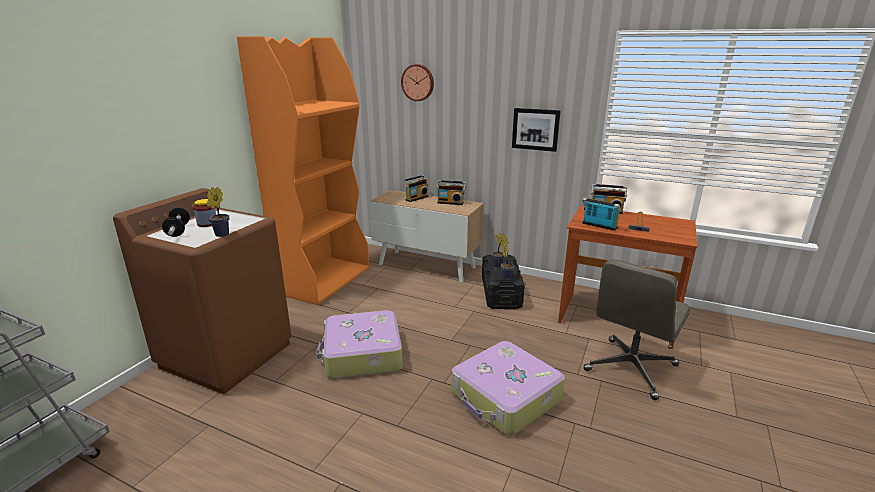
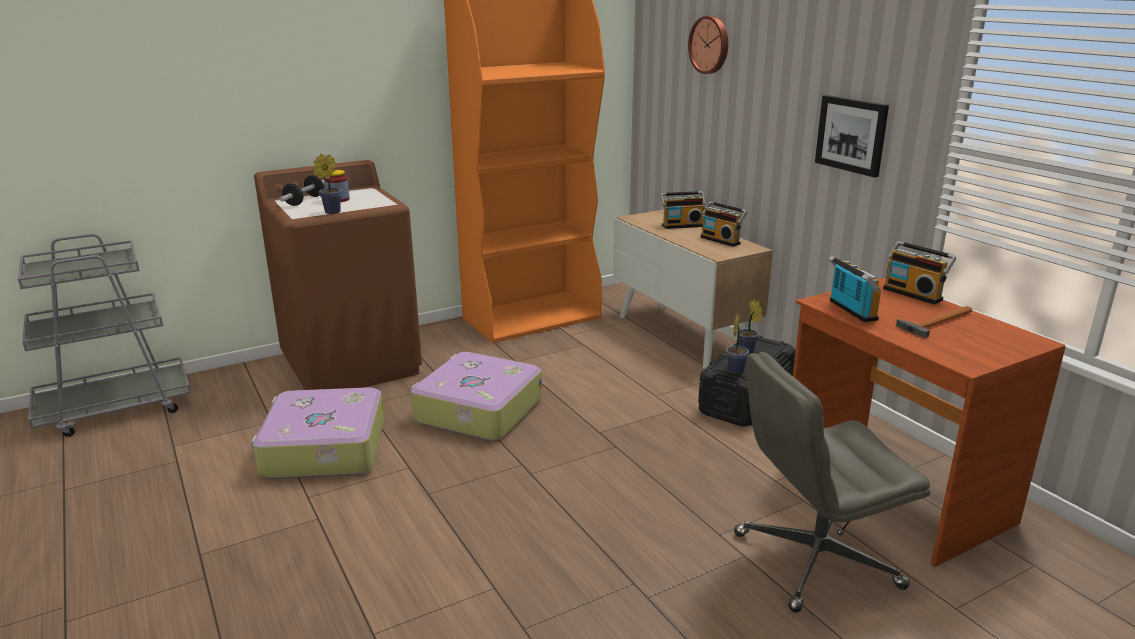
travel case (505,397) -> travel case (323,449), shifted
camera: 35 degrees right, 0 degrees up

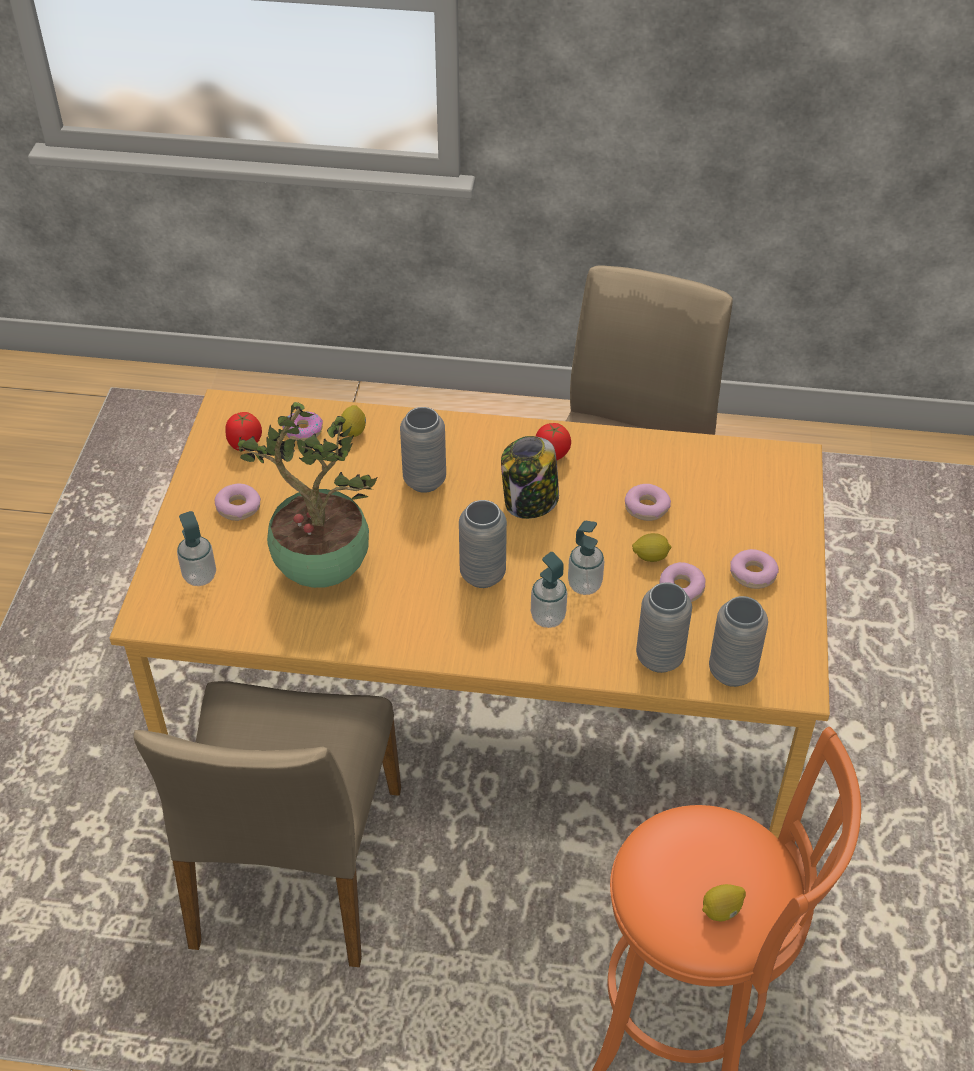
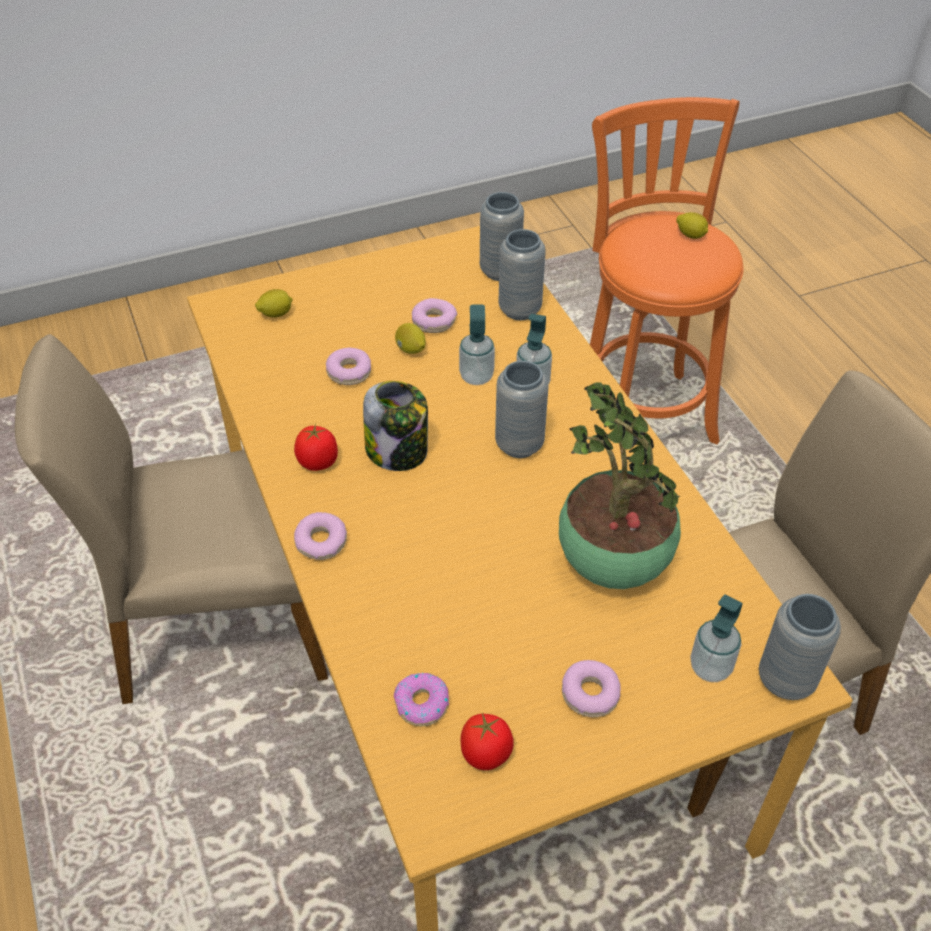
whole lemon (354,431) -> whole lemon (275,314), shifted
donut (753,574) -> donut (321,542), shifted
flower vase/grey (424,481) -> flower vase/grey (786,680), shifted
camera: 120 degrees left, 0 degrees up

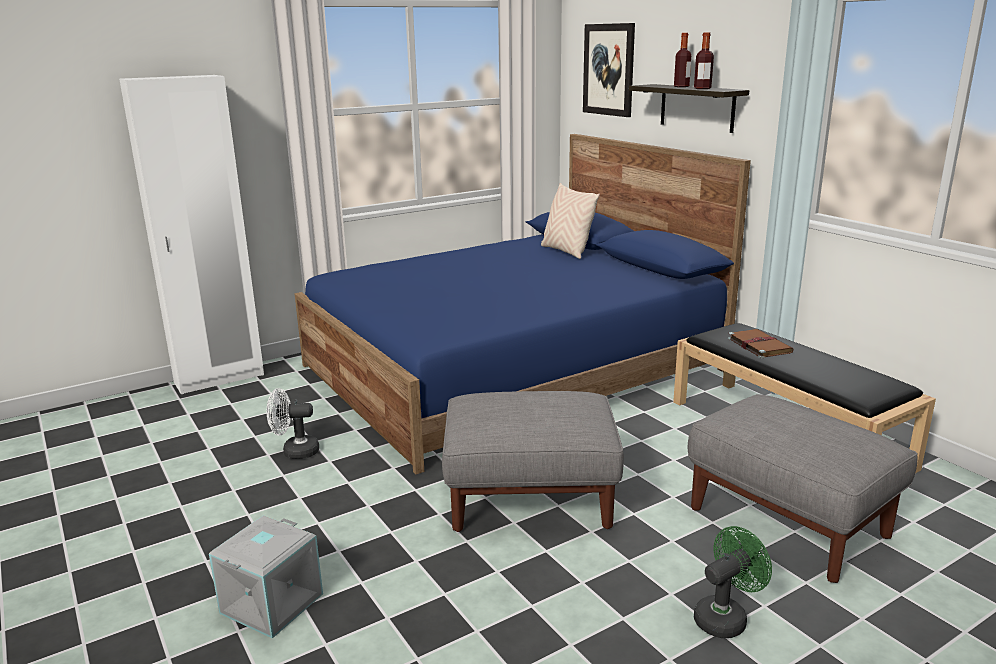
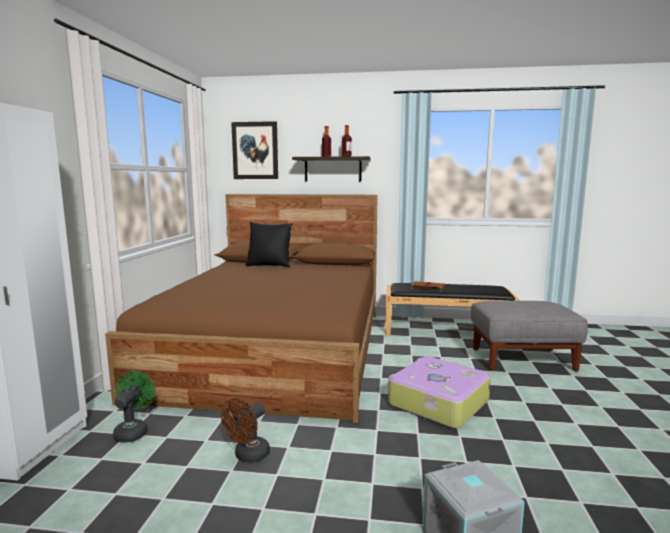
bed/blue (514,368) -> bed/brown (277,349)
electric fan/greenish (725,617) -> electric fan/greenish (133,431), shifted
electric fan/white (295,451) -> electric fan/brown (248,456)
pillow/sand-coloured (567,251) -> pillow/black-coloured (269,265)
pouffe/grey (529,501) -> travel case (437,402)
camera: 50 degrees left, 10 degrees down

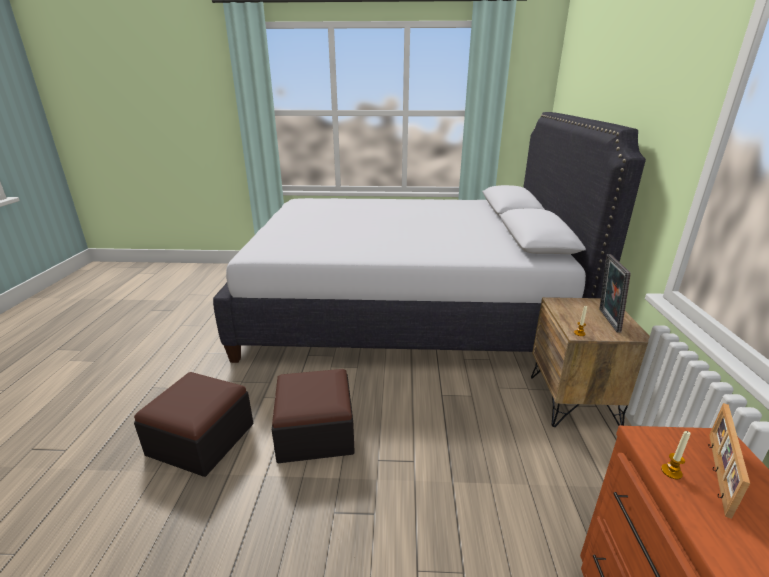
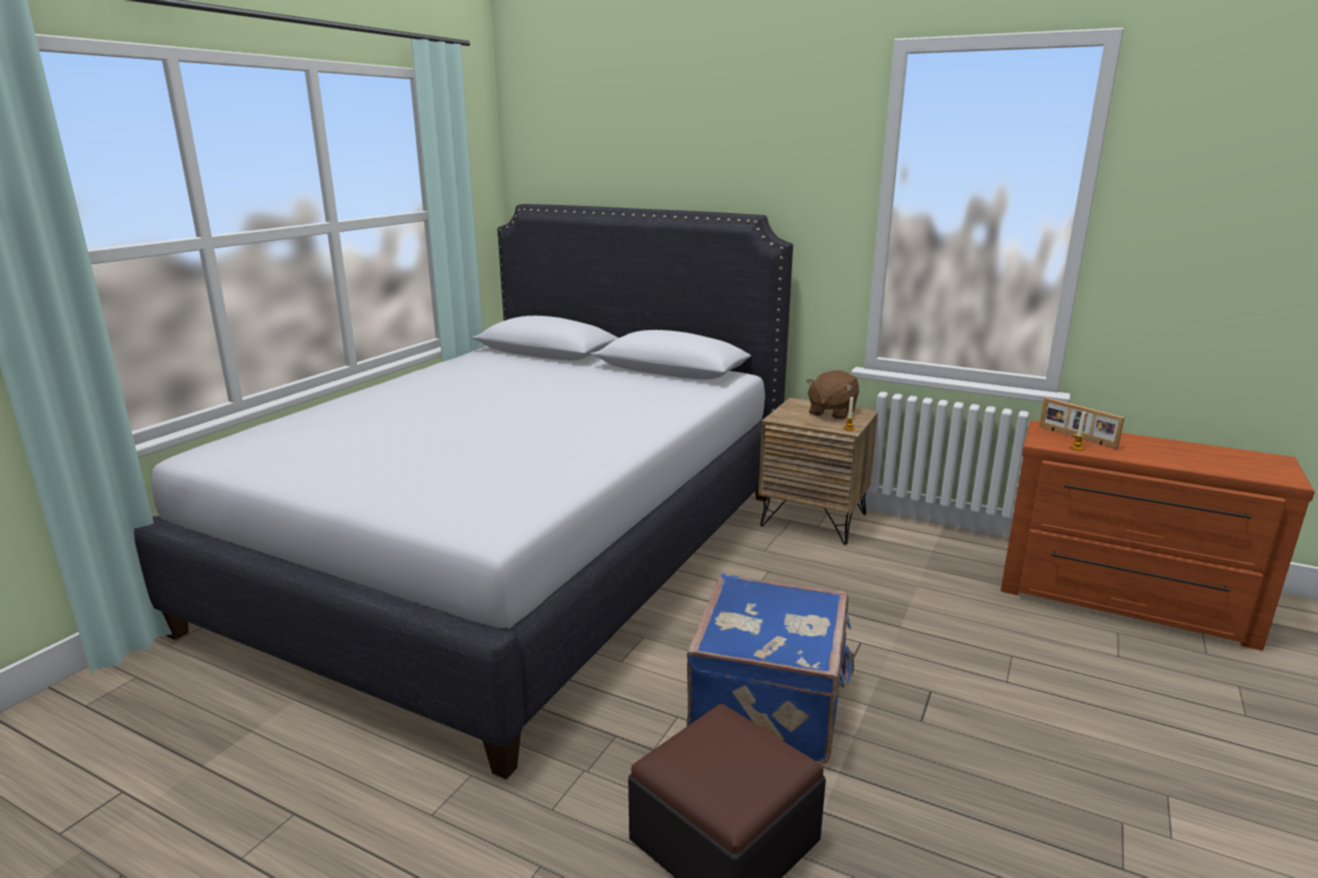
pouffe (315,432) -> travel case/blue (771,707)
photo frame (606,320) -> plush toy/brown (831,412)
camera: 65 degrees left, 5 degrees down

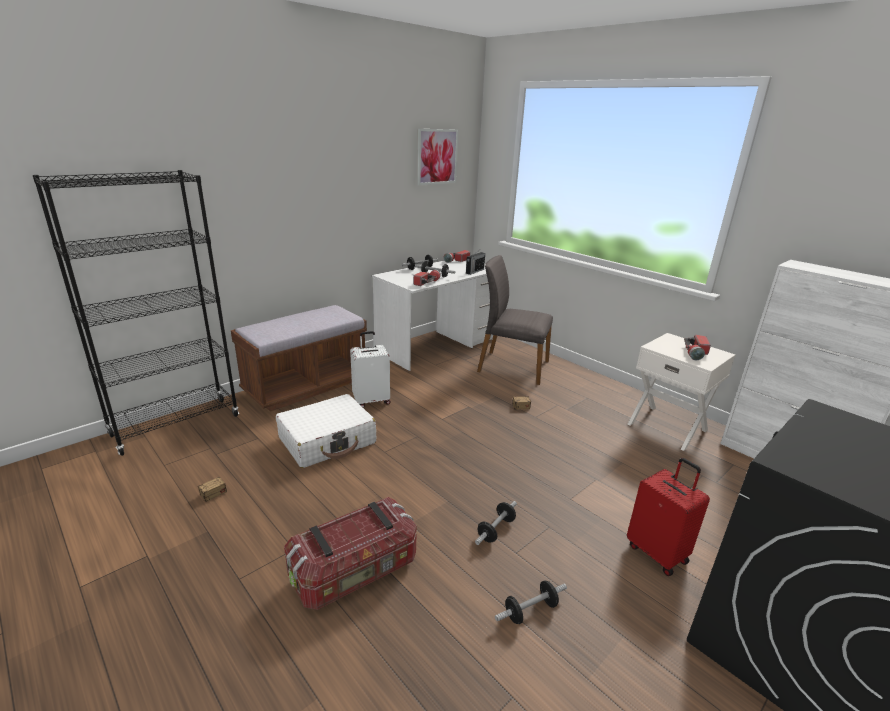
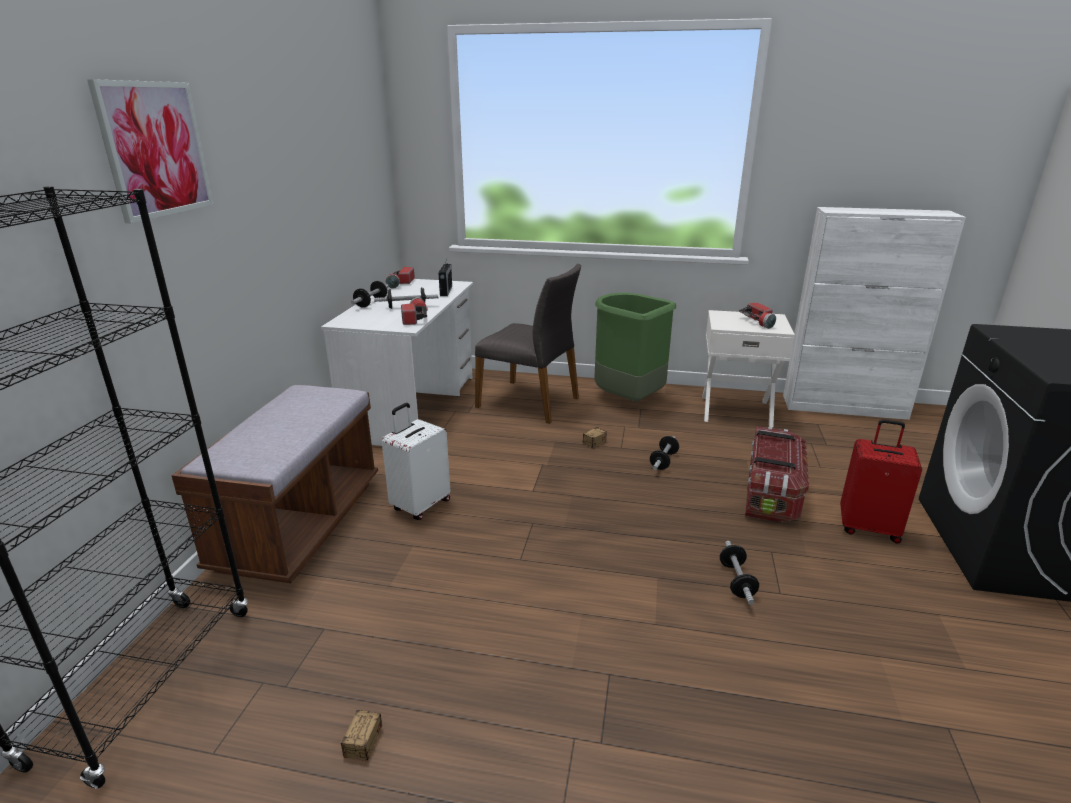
wall art (436,156) -> wall art (155,149), shifted
upright chair/grey (512,366) -> upright chair/grey (530,402), 135 degrees counterclockwise
none -> waste bin/greenish (627,400)
free weight (530,610) -> free weight (663,461), shifted
storage container (355,572) -> storage container (771,493), shifted
travel case/white (328,441) -> none
camera: 35 degrees left, 0 degrees up

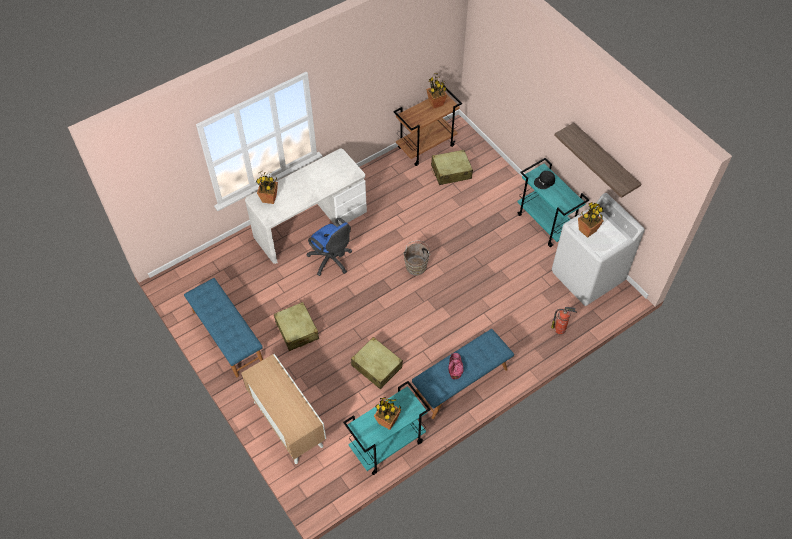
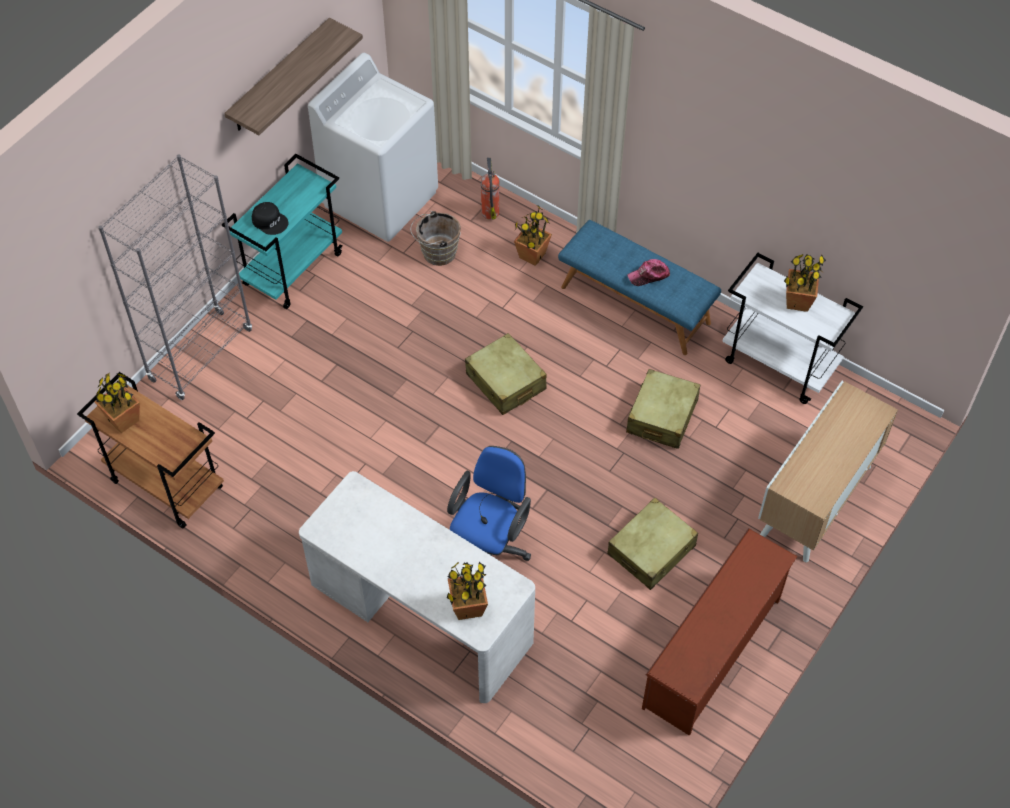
none -> shelving unit/grey (201,355)
water bucket/brown (416,265) -> water bucket/brown (436,253), shifted
travel case/sand-coloured (451,172) -> travel case/sand-coloured (505,382), shifted
plant in a pot (587,230) -> plant in a pot (532,256), shifted
long seat/blue (227,336) -> shoe rack/brown (713,654)
wheeled cart/turquoise (387,445) -> wheeled cart/white (780,364)
camera: 110 degrees left, 0 degrees up

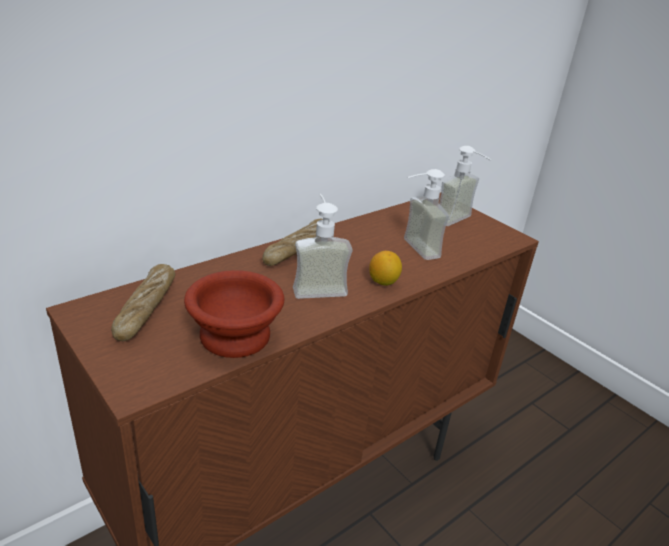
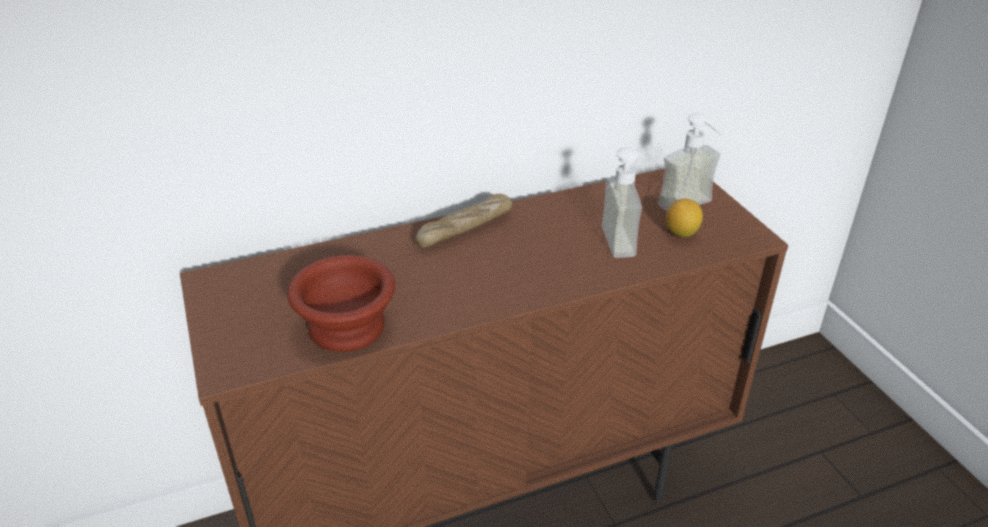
whole lemon (383,282) -> whole lemon (682,233), shifted
baked bread (146,308) -> none
liquid soap bottle (317,286) -> none
camera: 20 degrees right, 5 degrees up

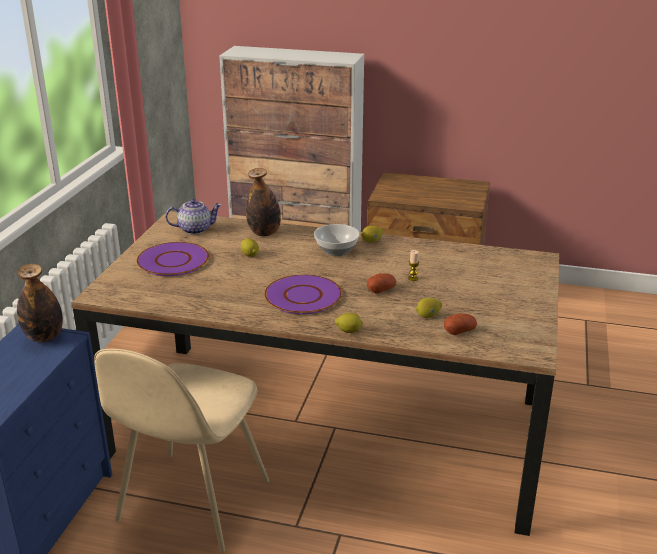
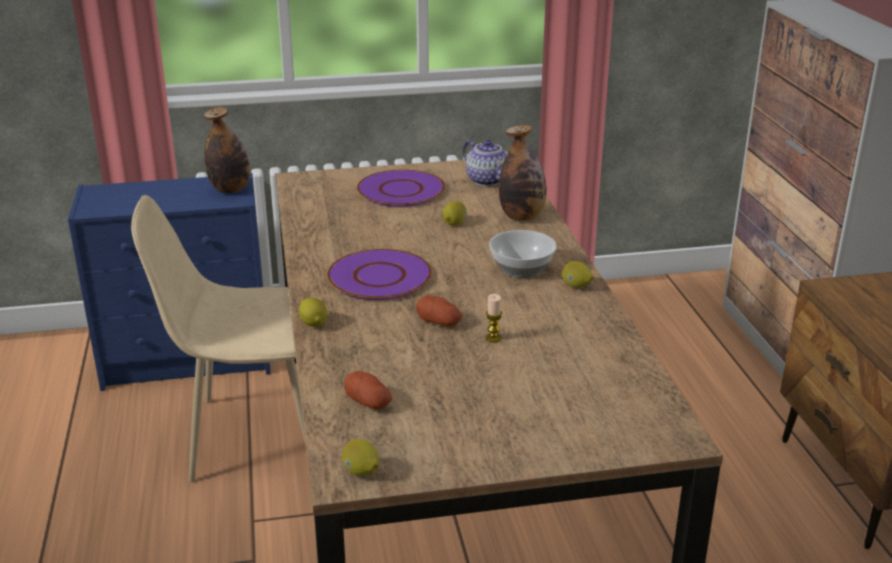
whole lemon (428,316) -> whole lemon (361,472), shifted
camera: 65 degrees right, 0 degrees up

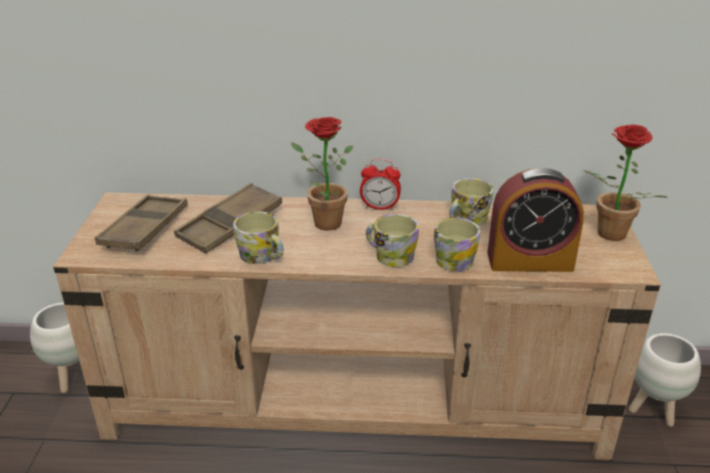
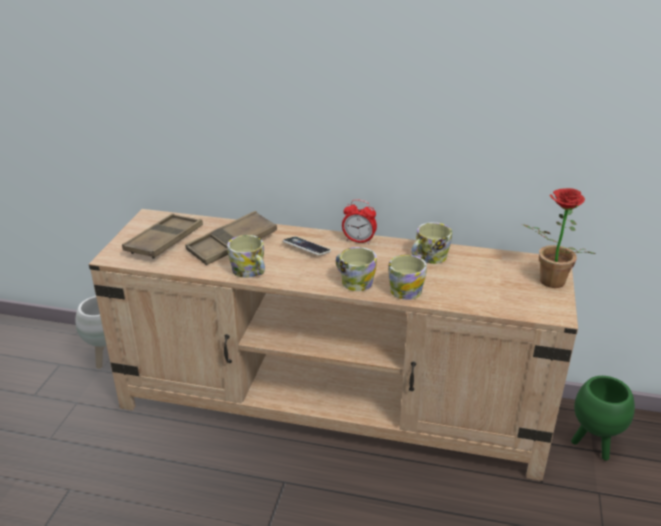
plant in a pot (322,222) -> handset (306,248)
flower pot/white (653,411) -> flower pot/greenish (594,445)
table clock (529,261) -> none
camera: 10 degrees right, 0 degrees up

